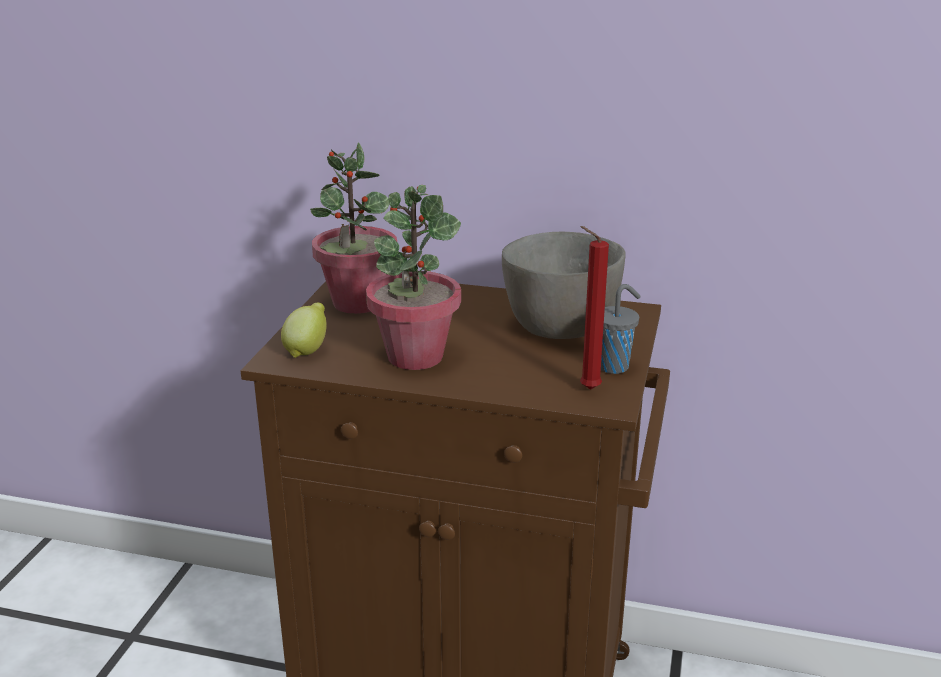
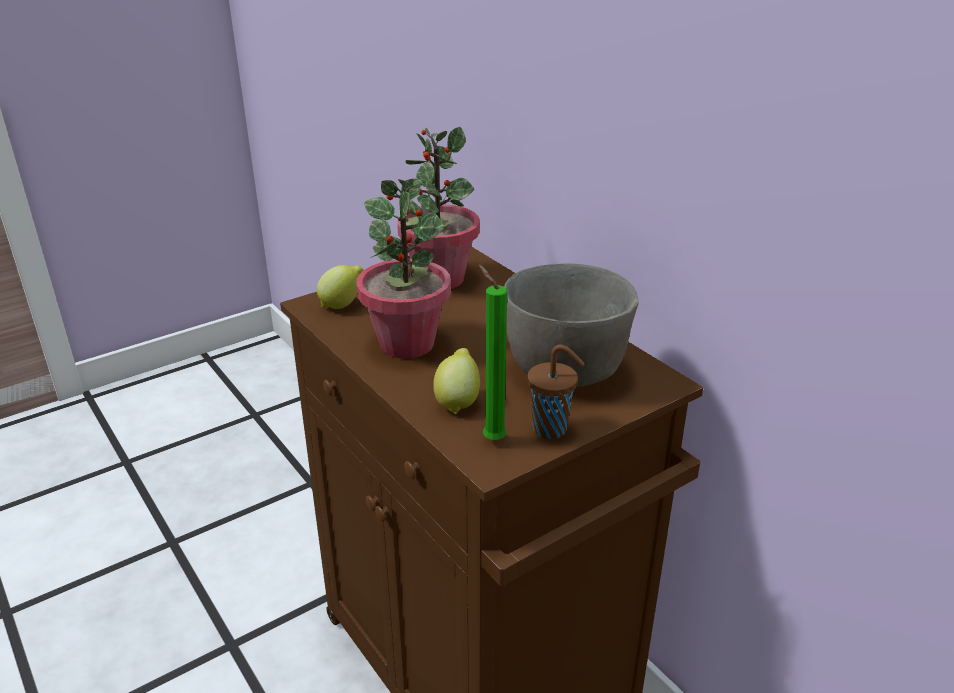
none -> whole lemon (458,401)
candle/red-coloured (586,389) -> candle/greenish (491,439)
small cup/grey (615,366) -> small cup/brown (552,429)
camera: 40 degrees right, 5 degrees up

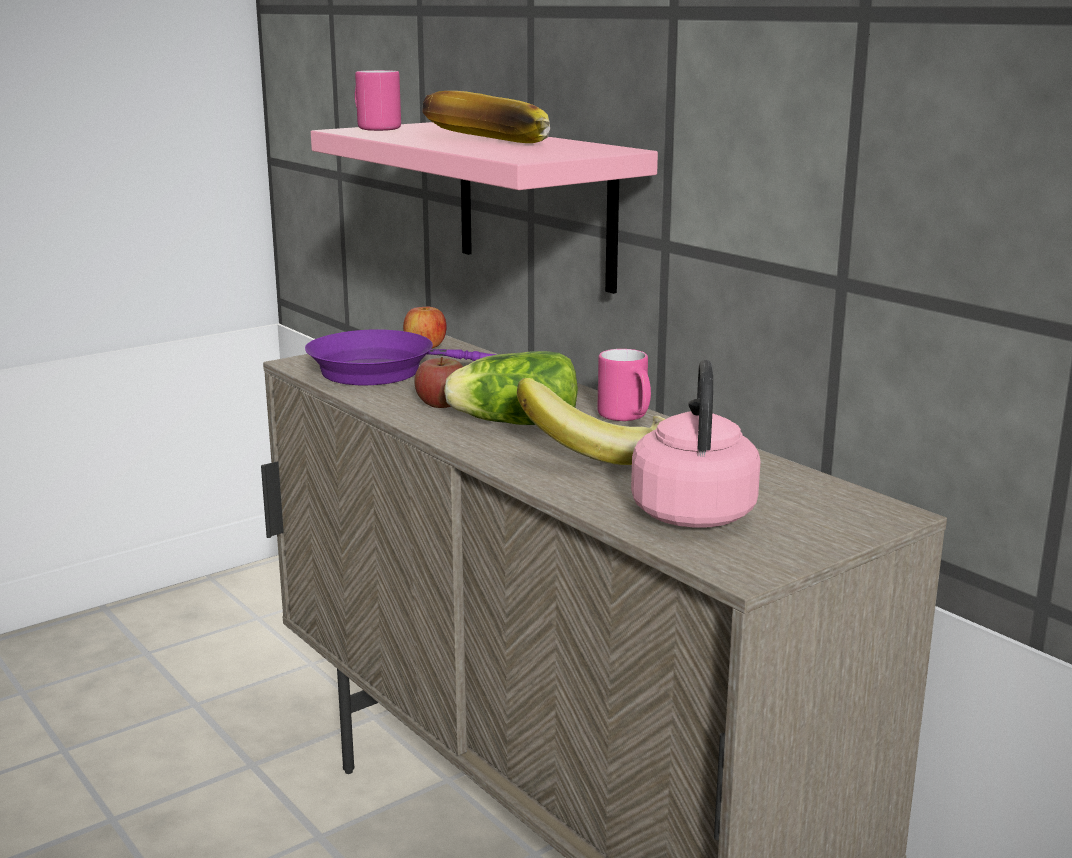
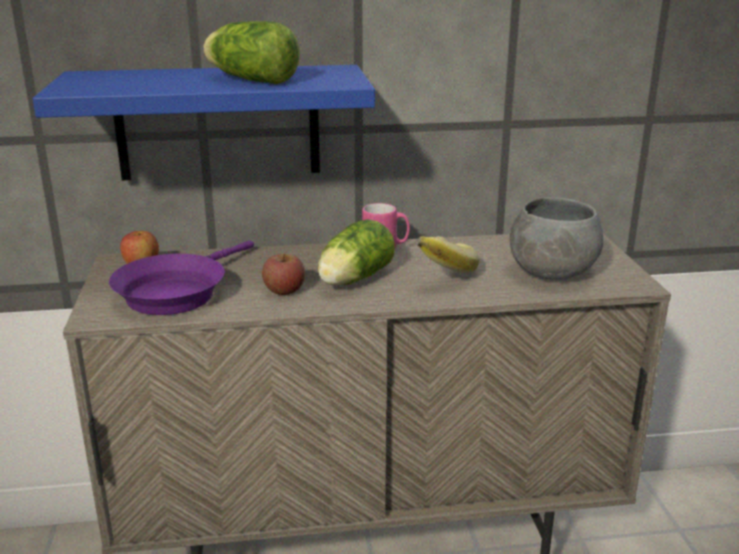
shelf/pink-coloured (535,204) -> shelf/blue (218,123)
banana fruit (484,143) -> lettuce (249,79)
kettle/pink-coloured (693,511) -> deep dish/grey (551,273)
coffee mug/pink-coloured (374,128) -> none
camera: 60 degrees left, 5 degrees up

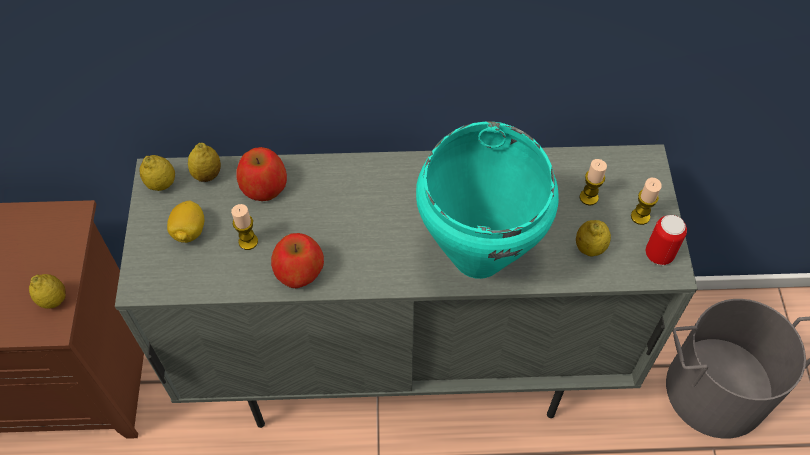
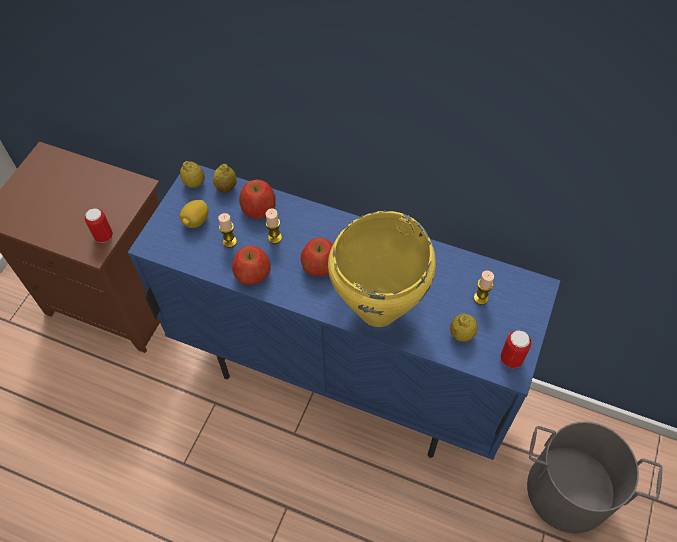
whole lemon (53,300) -> can (104,236)
storage cabinet/grey (405,366) -> storage cabinet/blue (343,378)
candle (640,216) -> candle (275,238), shifted
none -> apple (319,266)
saucepot/turquoise (477,257) -> saucepot/yellowish (377,310)
camera: 25 degrees right, 0 degrees up

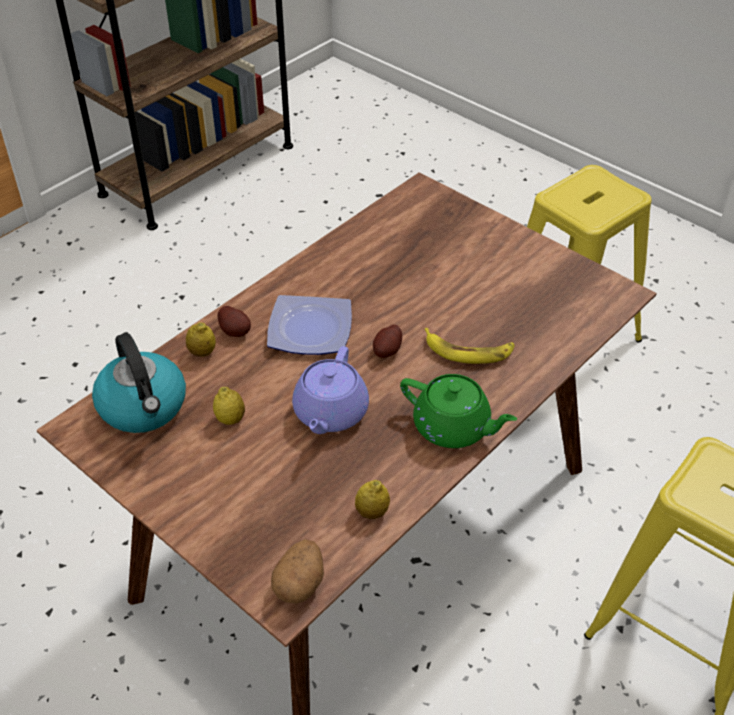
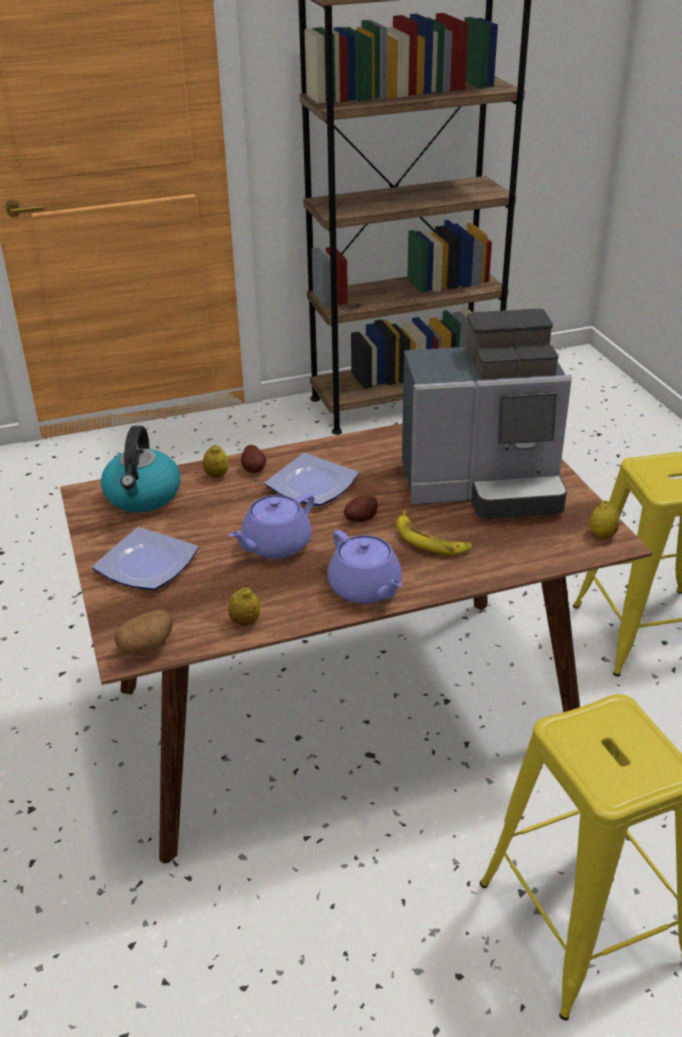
none -> flat dish (149,564)
pot for tea/greenish (453,428) -> pot for tea/purplish (365,589)
none -> coffee brewer (484,486)
whole lemon (230,419) -> whole lemon (602,535), shifted
camera: 30 degrees right, 10 degrees down

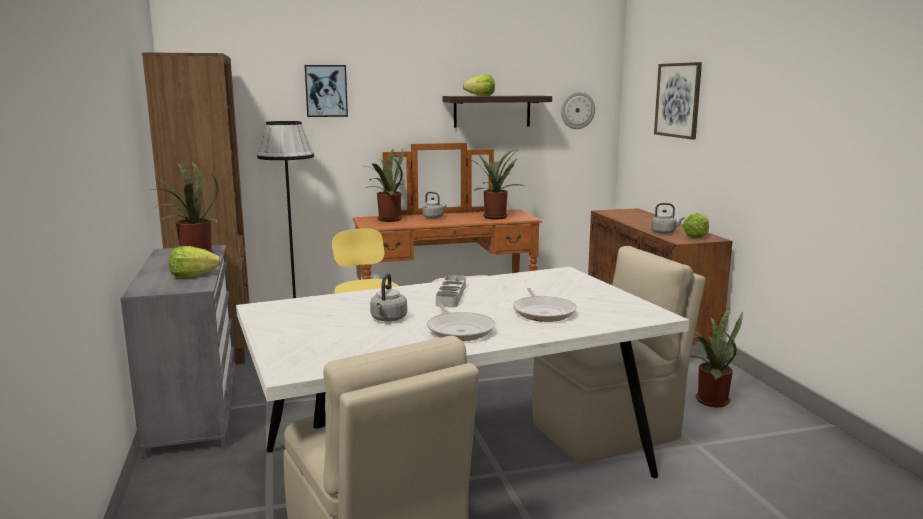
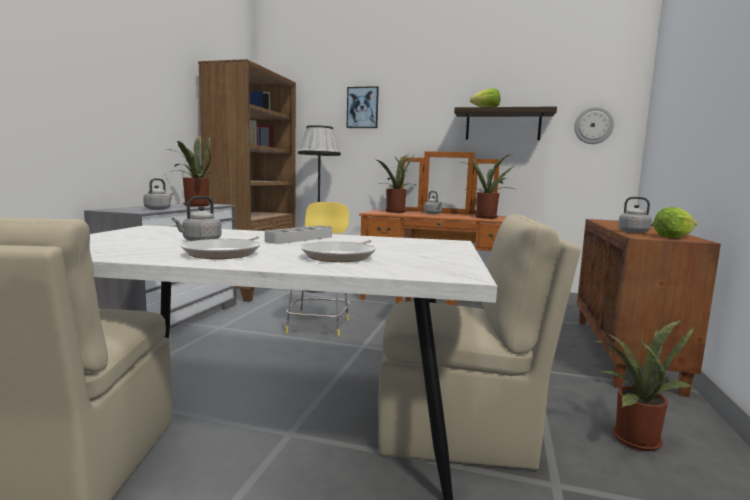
lettuce (193,276) -> kettle/grey (159,209)
wall art (678,100) -> none
camera: 30 degrees right, 5 degrees down

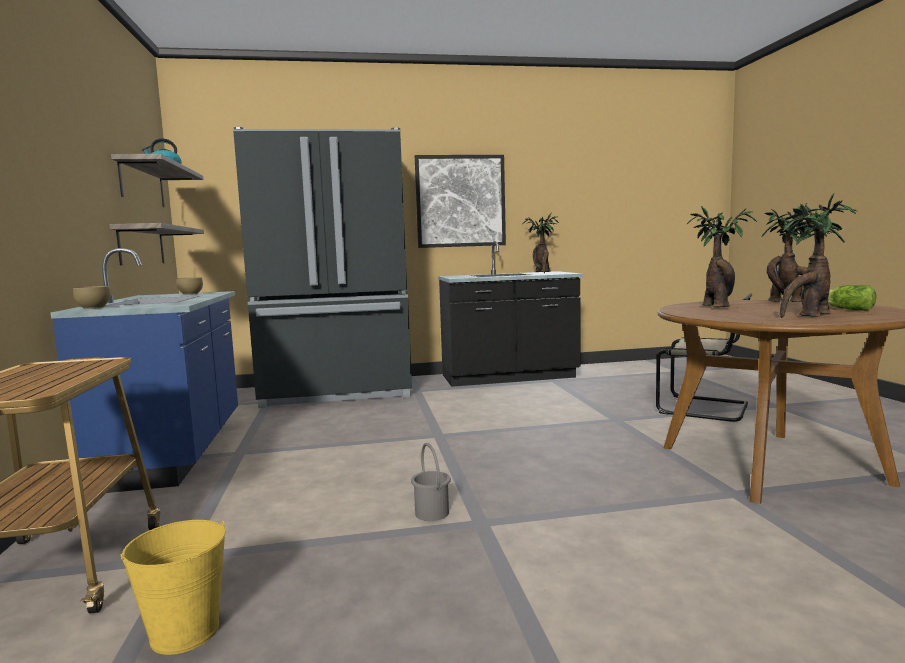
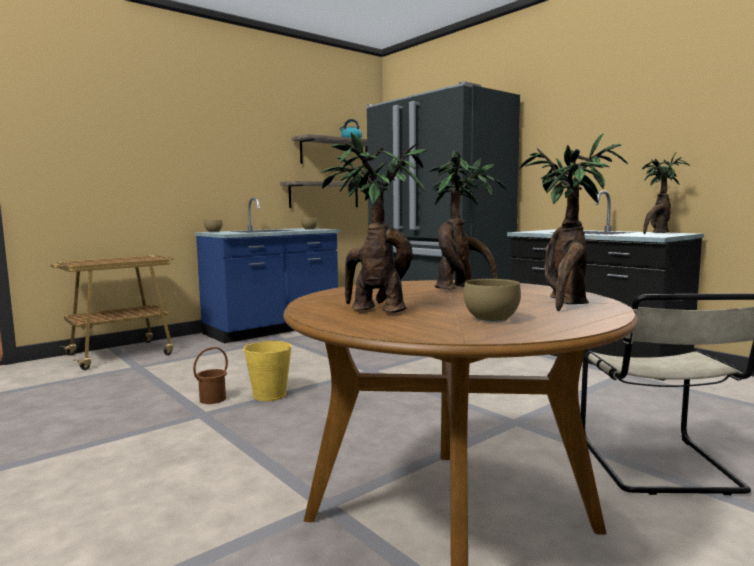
water bucket/grey (432,513) -> water bucket/brown (213,399)
water bucket/yellowish (184,632) -> water bucket/yellowish (269,395), shifted
lettuce (847,309) -> deep dish/brown (489,319)
wall art (460,201) -> none
camera: 60 degrees right, 0 degrees up

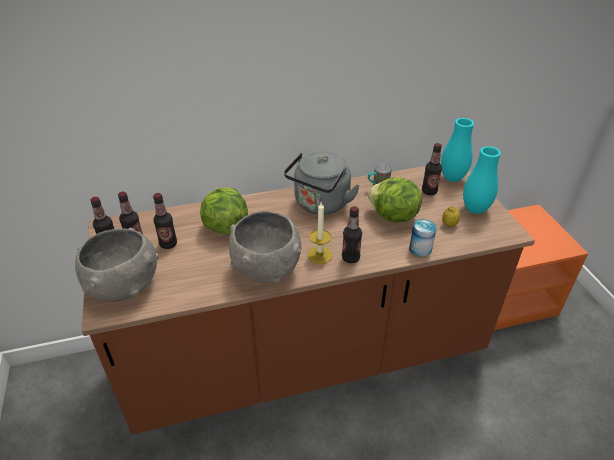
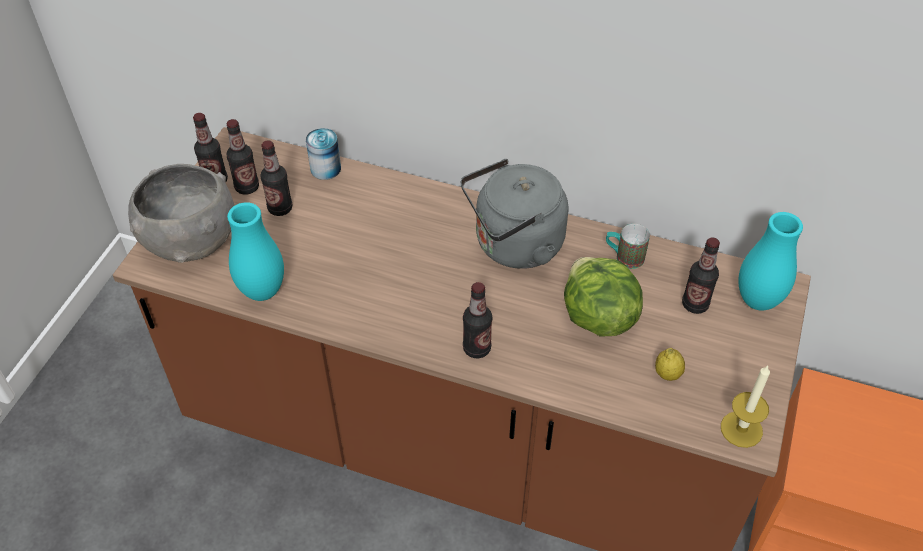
flower vase/turquoise (475,209) -> flower vase/turquoise (262,291), shifted
can (420,249) -> can (325,169), shifted
candle (320,255) -> candle (741,429), shifted
lettuce (225,227) -> none
deep dish/grey (266,269) -> none
camera: 35 degrees right, 10 degrees up

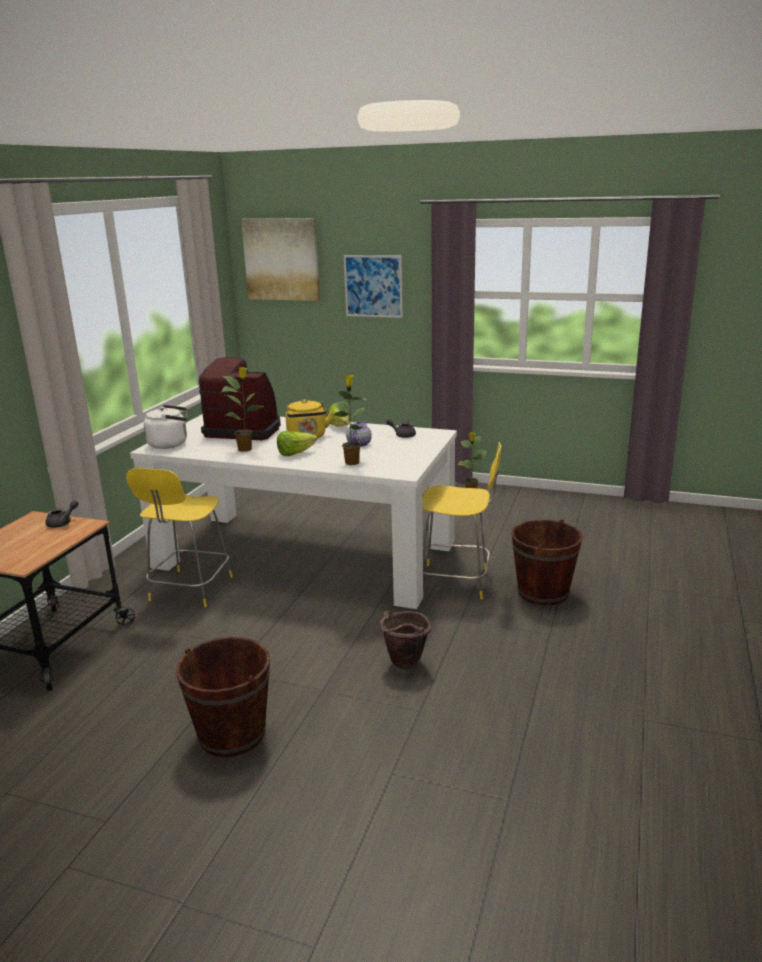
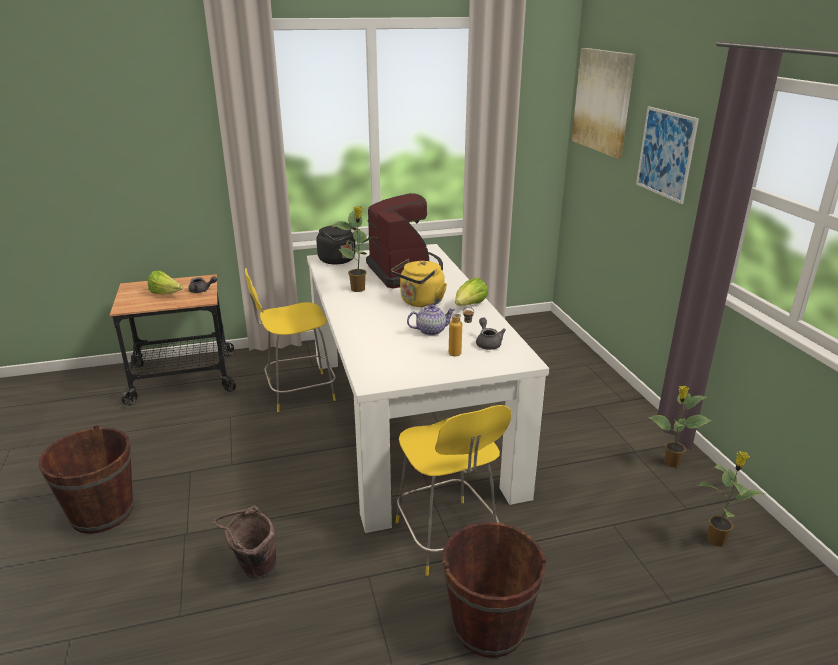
lettuce (295,454) -> lettuce (166,294), shifted
kettle/white (170,444) -> kettle/black-coloured (339,260)
none -> bottle (460,354)
plant in a pot (352,462) -> plant in a pot (717,539), shifted
camera: 55 degrees right, 5 degrees up

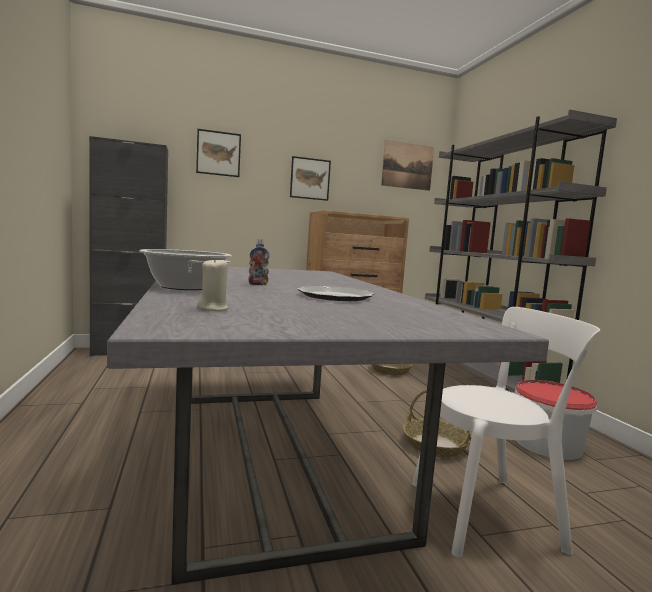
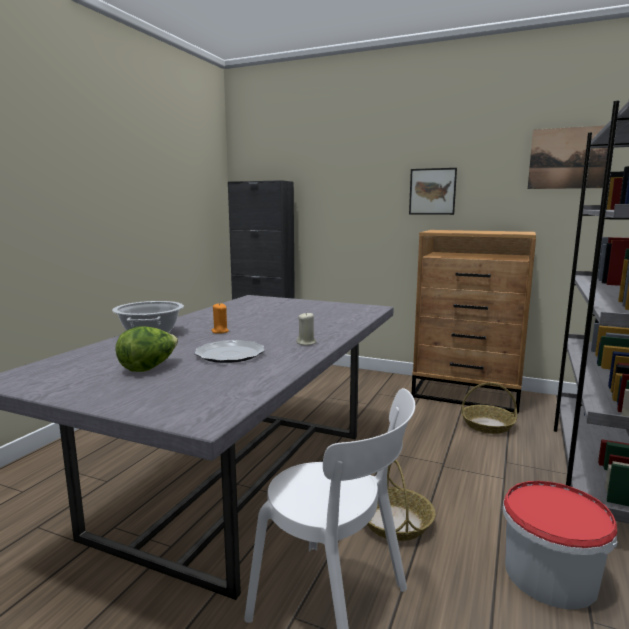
none -> lettuce (149,367)
bottle (258,284) -> candle/orange (220,331)
candle/sand-coloured (213,309) -> candle/sand-coloured (306,343), shifted
wall art (218,153) -> none
camera: 40 degrees right, 5 degrees up

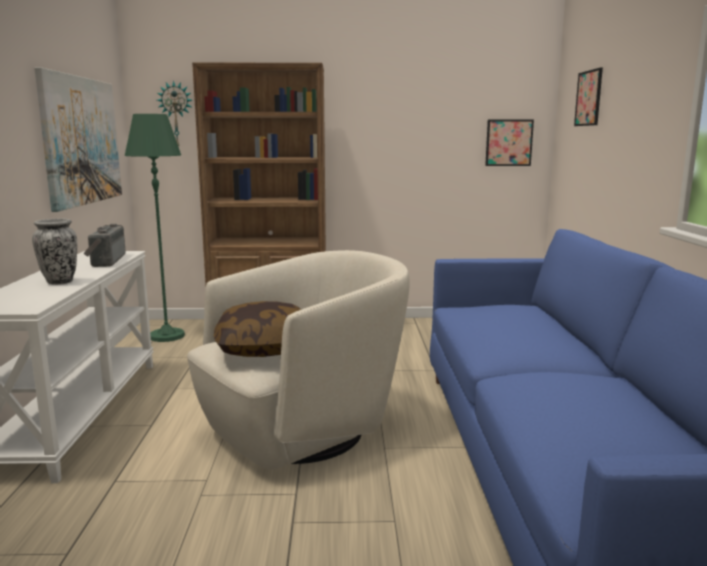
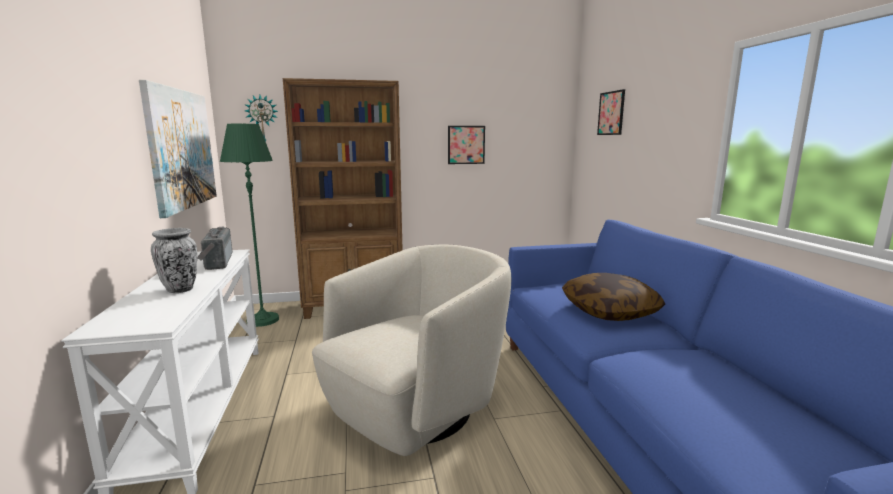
wall art (509,142) -> wall art (466,145), shifted
pillow (264,347) -> pillow (609,311), shifted
camera: 10 degrees left, 0 degrees up

